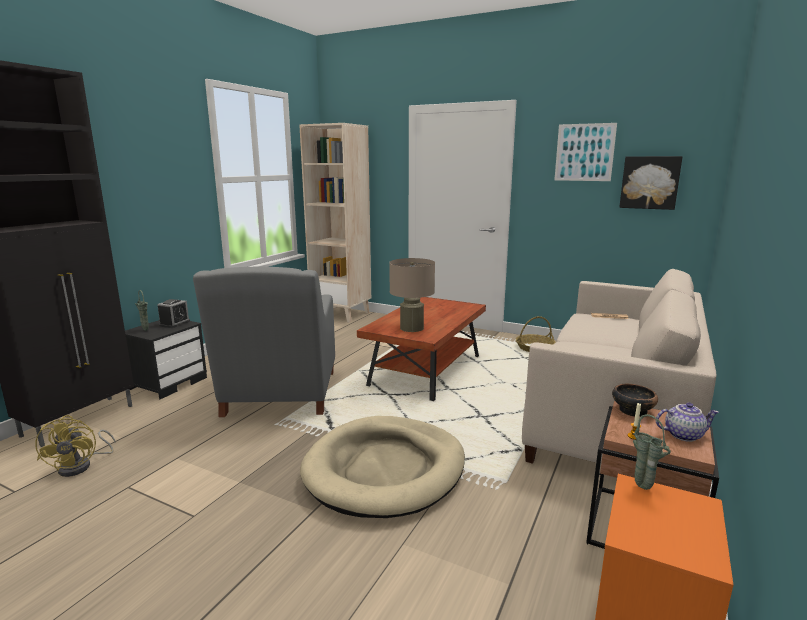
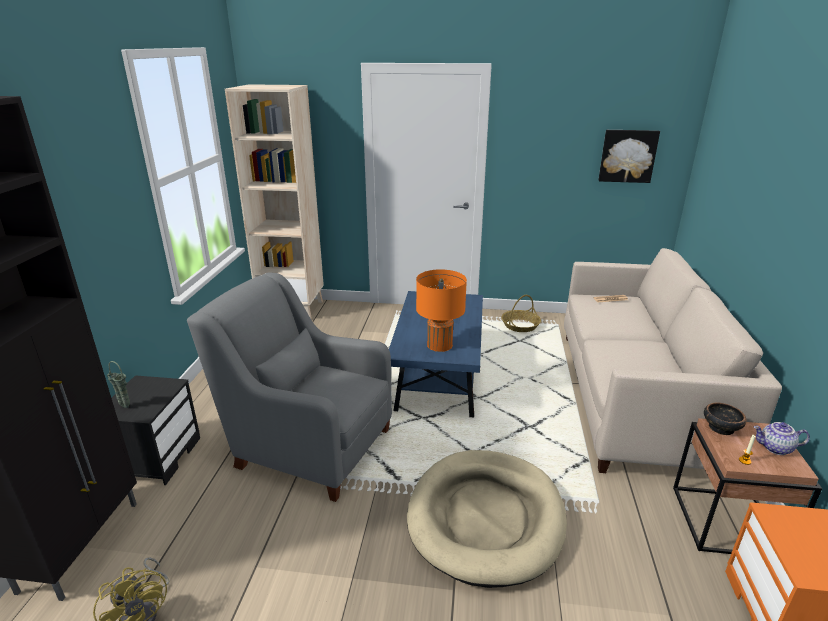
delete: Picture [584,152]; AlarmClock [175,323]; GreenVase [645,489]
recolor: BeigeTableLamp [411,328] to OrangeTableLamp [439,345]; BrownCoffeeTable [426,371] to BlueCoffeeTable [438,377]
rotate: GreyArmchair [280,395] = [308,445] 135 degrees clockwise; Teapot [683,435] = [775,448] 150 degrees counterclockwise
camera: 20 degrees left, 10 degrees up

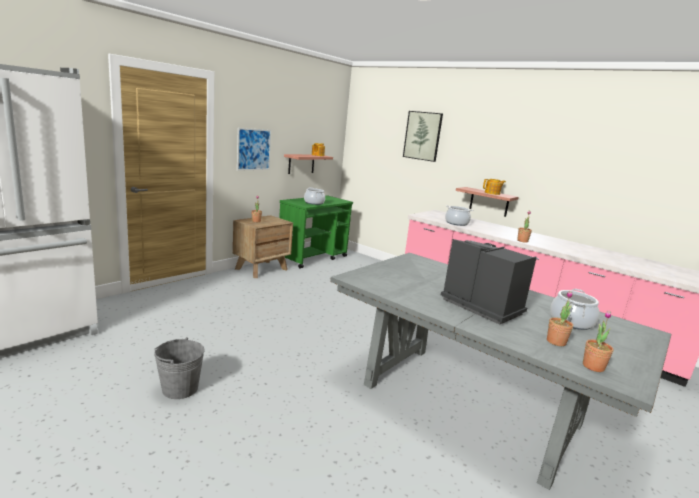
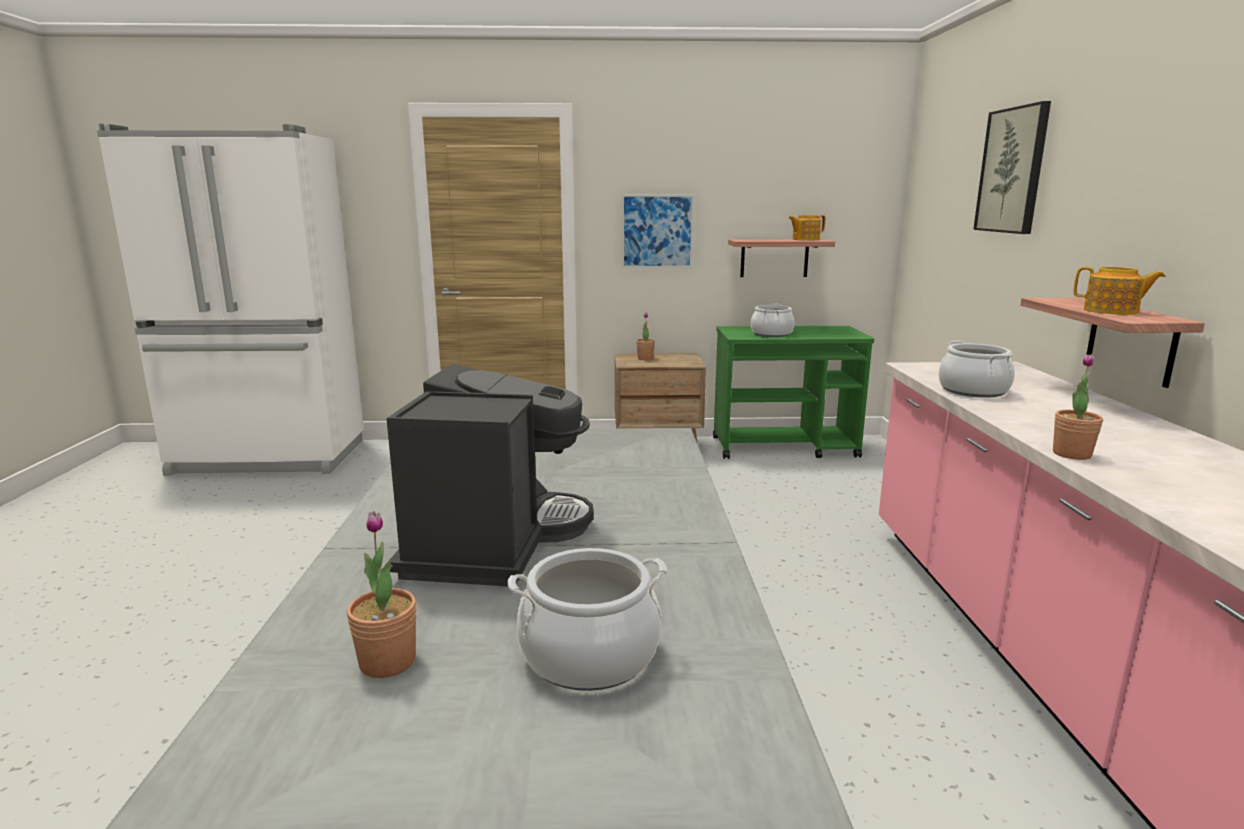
delete: PottedPlant [593,366]; GreyBucket [180,388]
camera: 50 degrees right, 0 degrees up

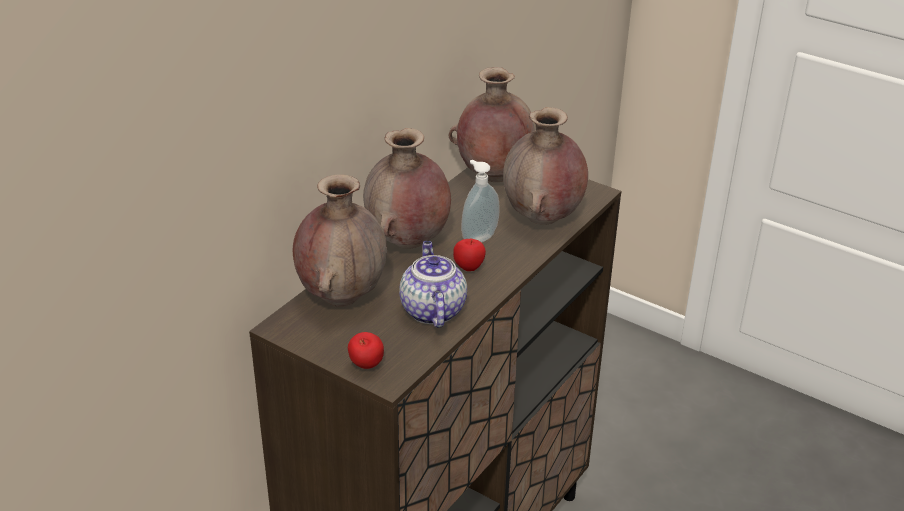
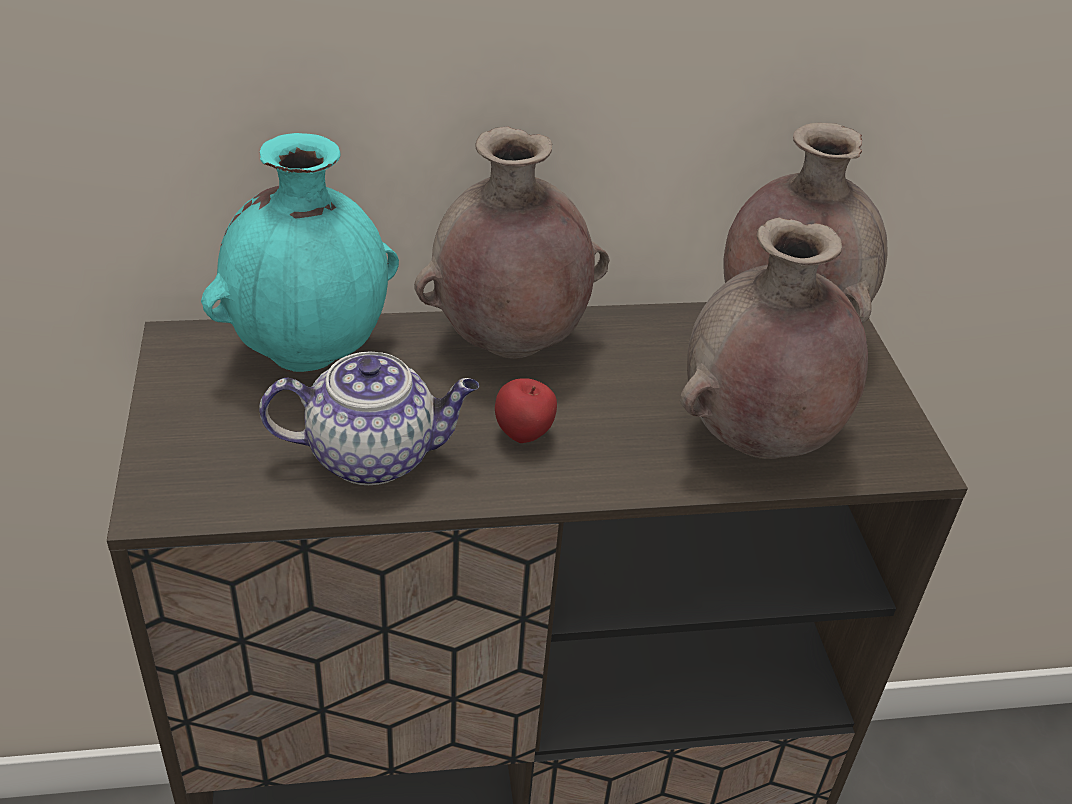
delete: SoapDispenser [478,238]; Apple [366,366]
recolor: BrownVase [342,295] to TurquoiseVase [310,353]
rotate: Teapot [432,310] = [375,455] 45 degrees clockwise
camera: 45 degrees right, 5 degrees up

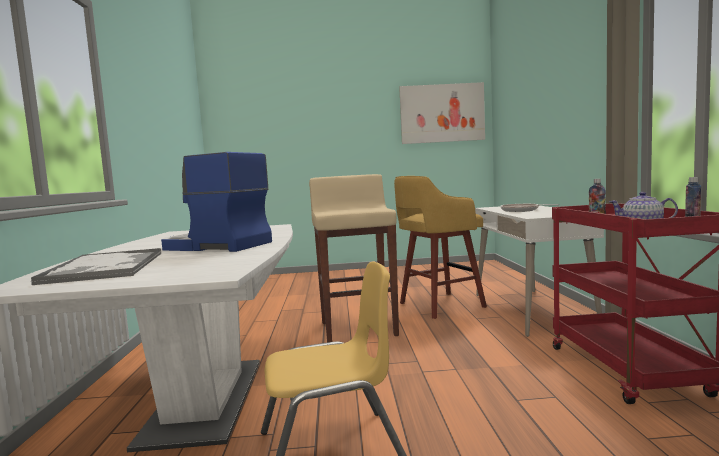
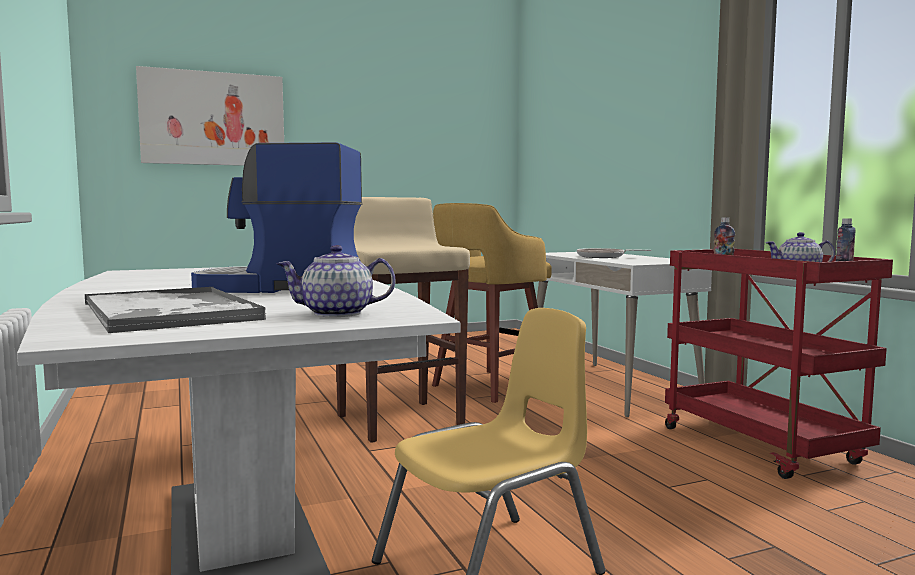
insert: Teapot [338,313]
move: Picture [442,113] to [213,119]
camera: 20 degrees left, 0 degrees up

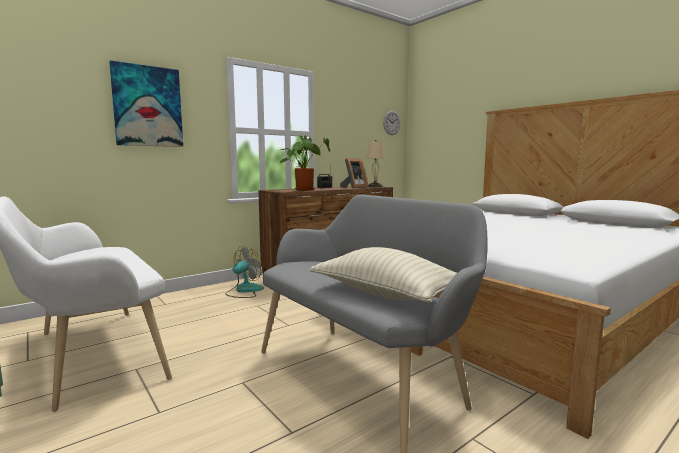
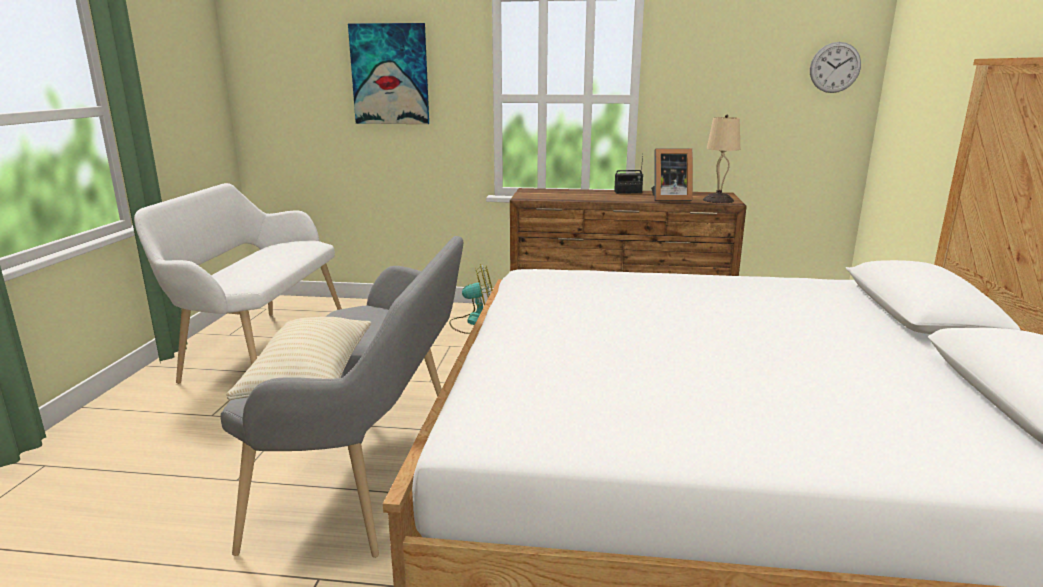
delete: PottedPlant [304,189]
camera: 45 degrees right, 10 degrees up

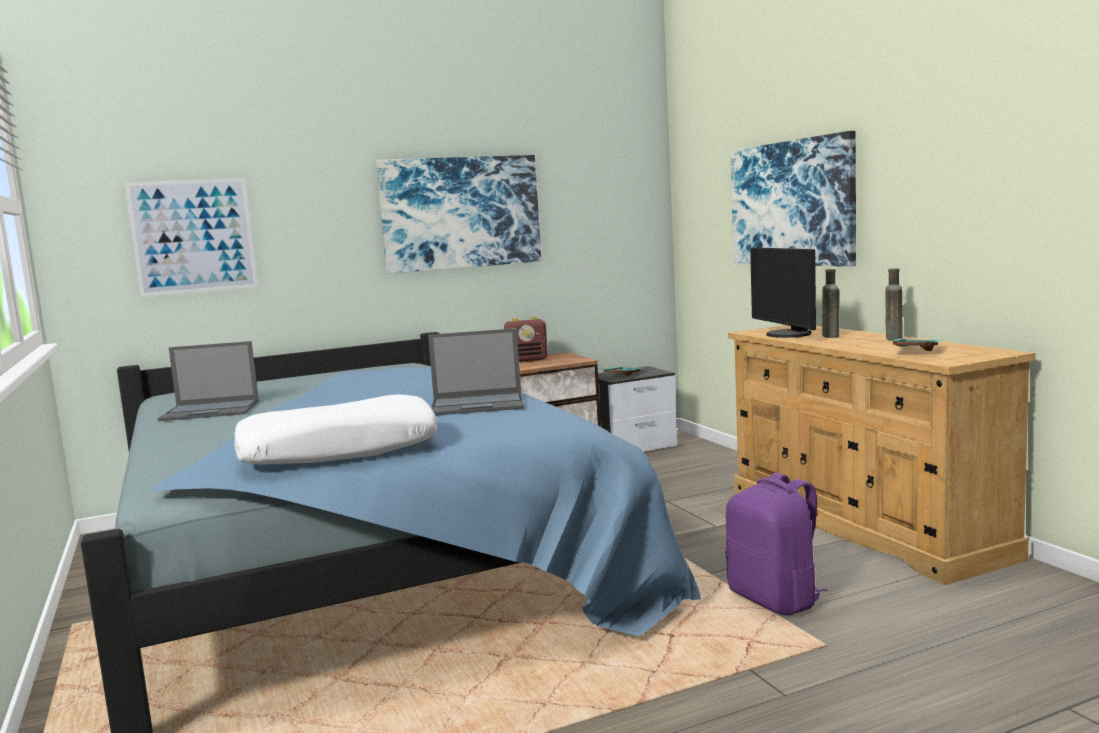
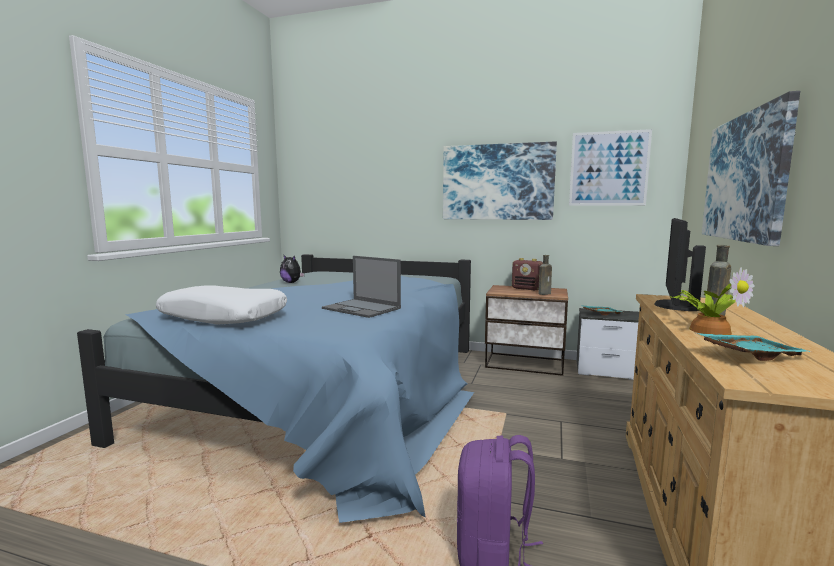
insert: PottedPlant [709,330]
move: Picture [193,236] to [608,168]; BrownBottle [893,338] to [545,293]
replace: Laptop [212,411] to PlushToy [292,282]
camera: 40 degrees right, 0 degrees up

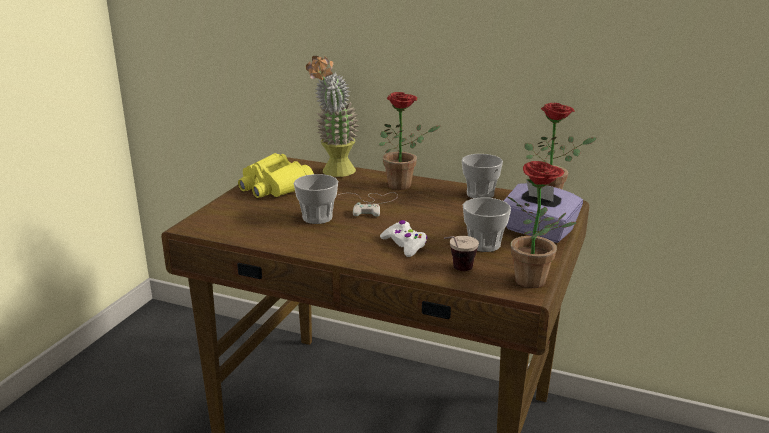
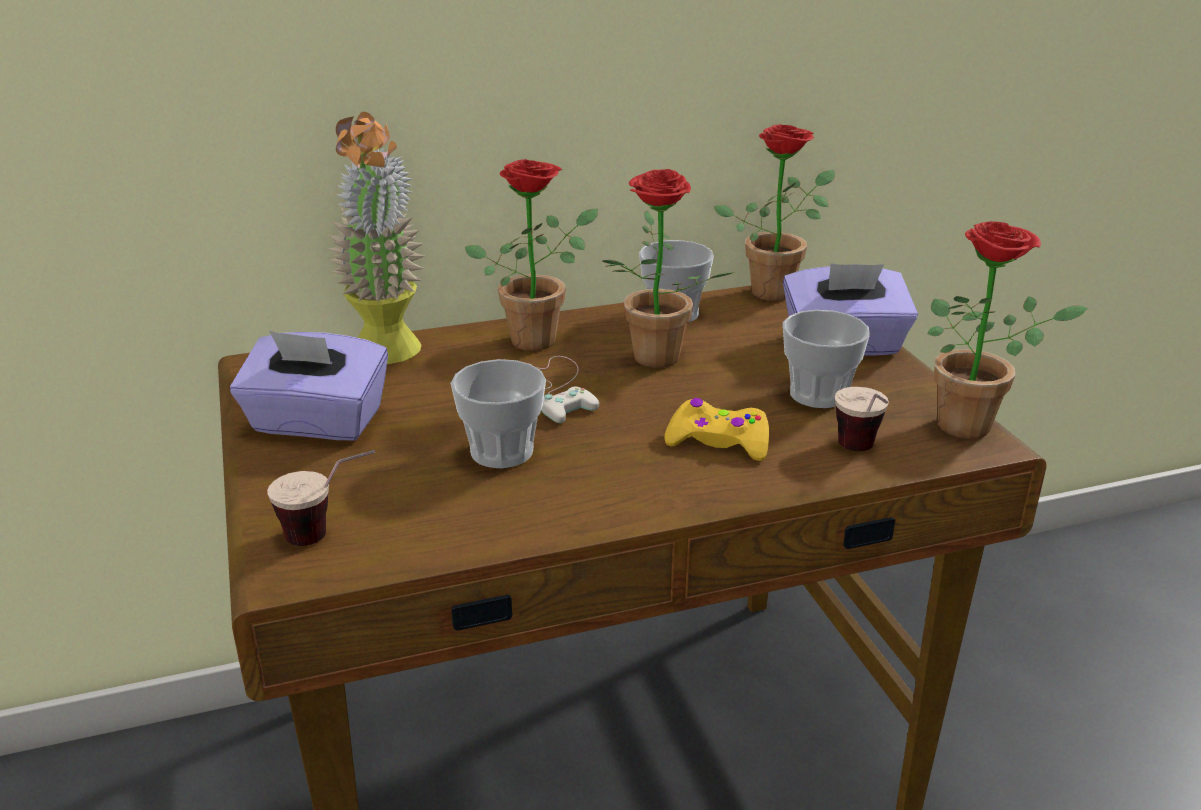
insert: PottedPlant [652,361]; Cup [330,535]
replace: YellowBinoculars [274,187] to PurpleTissueBox [317,423]
recolor: WhiteGameController [404,244] to YellowGameController [718,441]
camera: 40 degrees left, 5 degrees up

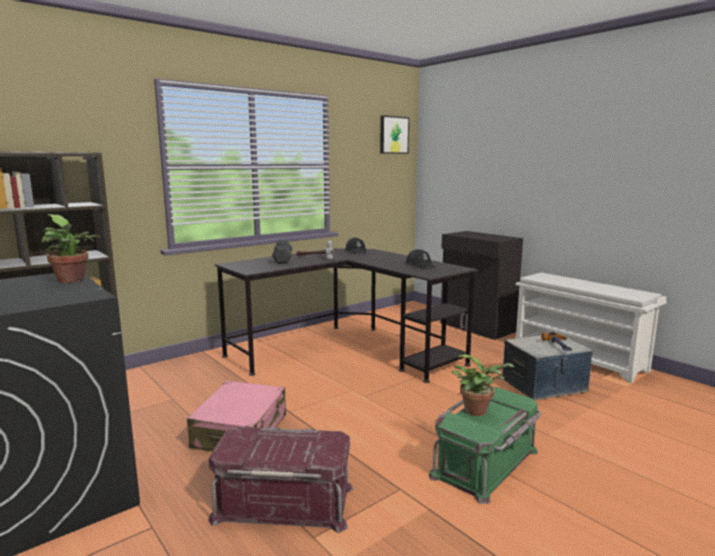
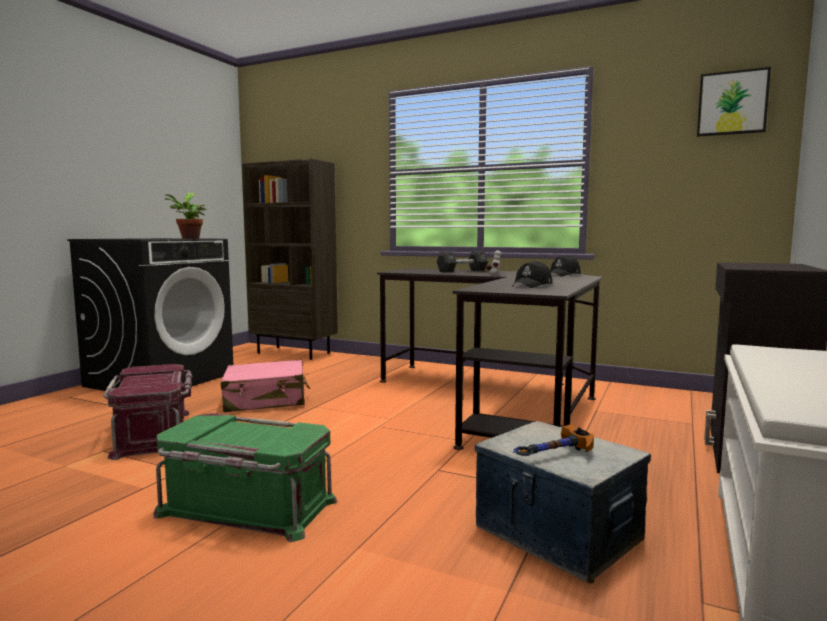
delete: PottedPlant [478,411]
camera: 65 degrees right, 5 degrees down

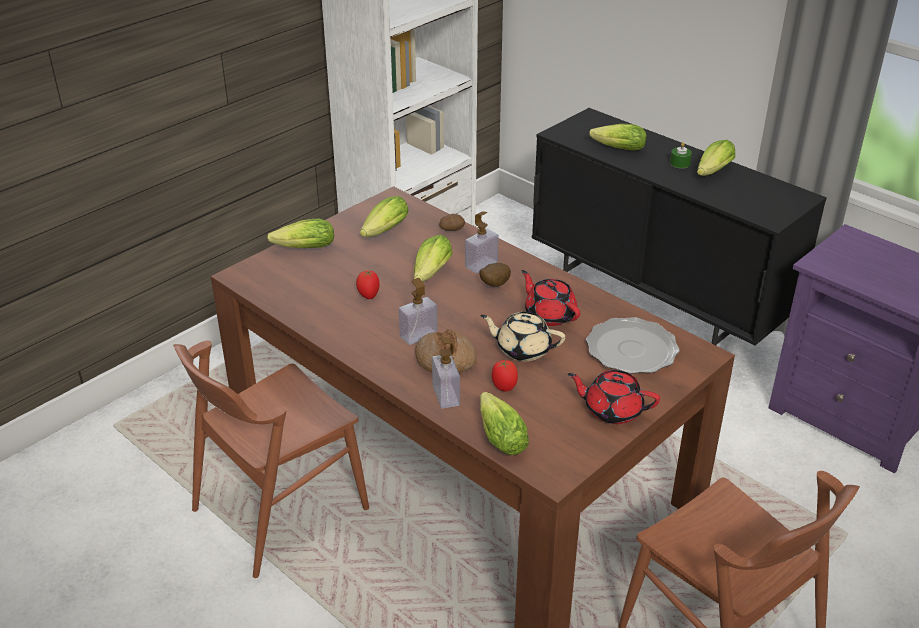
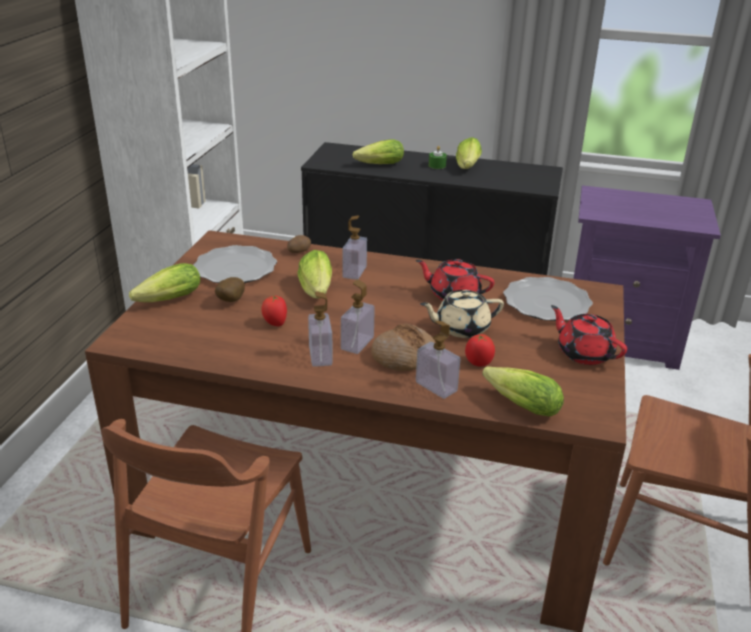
insert: SoapDispenser [320,356]
move: Potato [493,285] to [229,301]
replace: Lettuce [382,232] to Plate [236,268]
rotate: RedTeapot [612,410] = [584,353] 60 degrees clockwise
camera: 30 degrees left, 5 degrees down

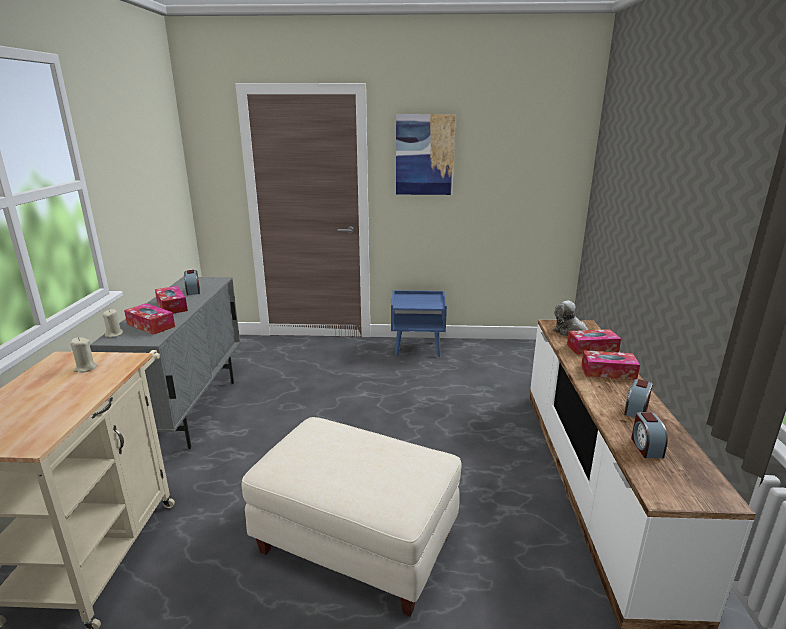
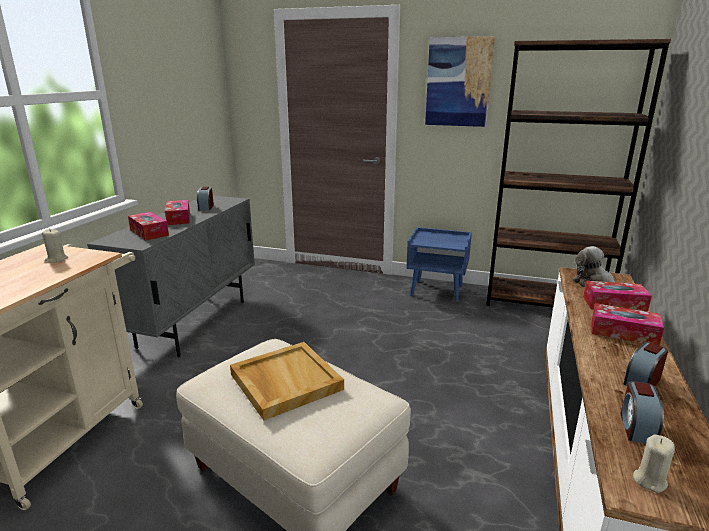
insert: BrownBookcase [545,303]; BeigeTray [285,381]
move: BeigeCandle [114,334] to [649,480]
camera: 15 degrees right, 0 degrees up

